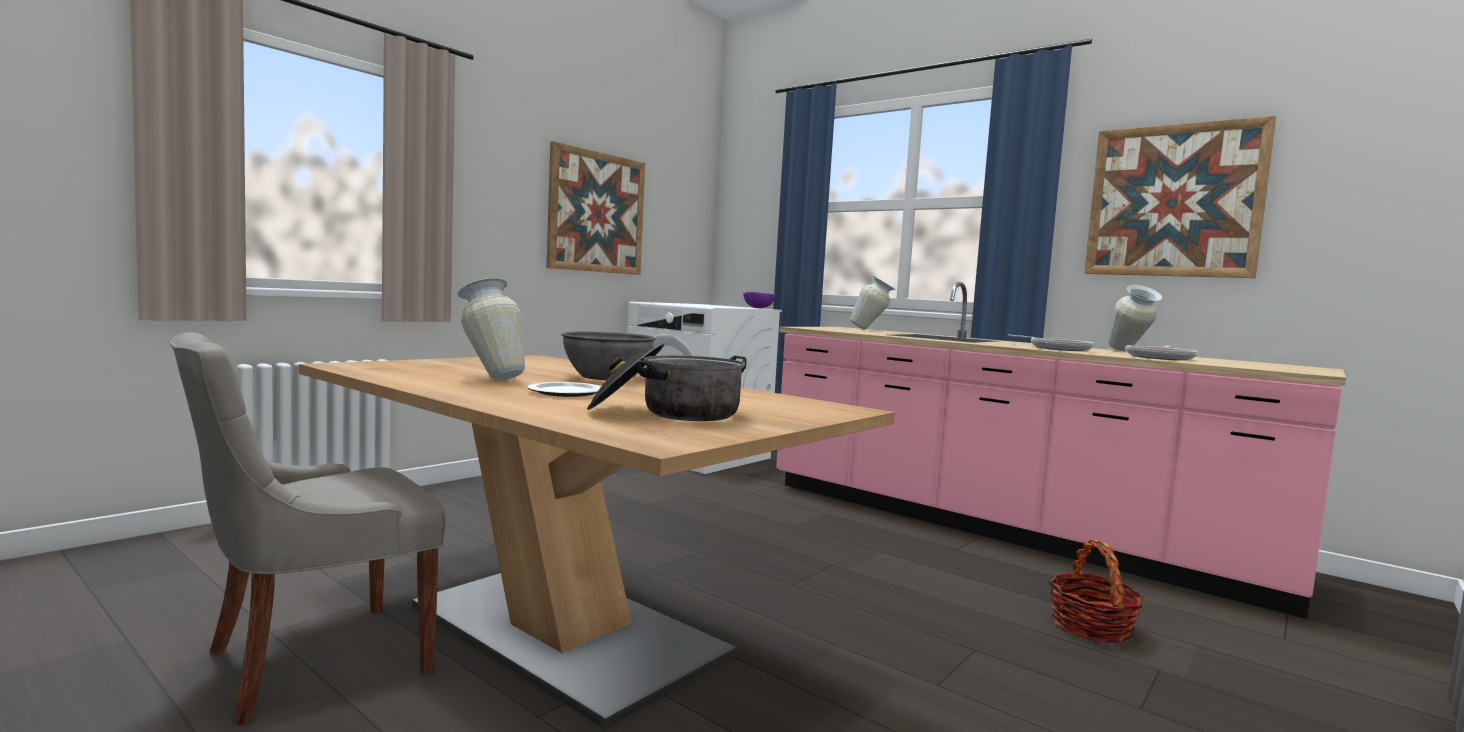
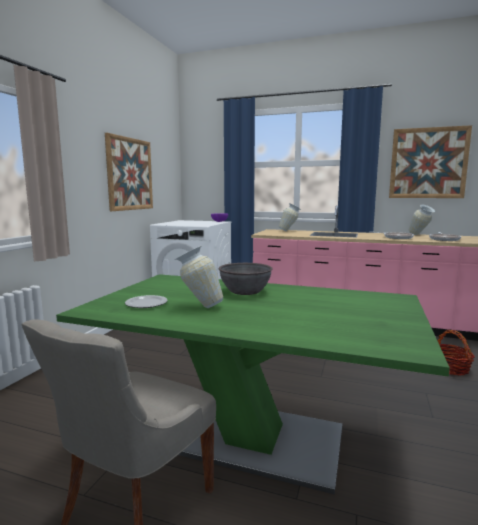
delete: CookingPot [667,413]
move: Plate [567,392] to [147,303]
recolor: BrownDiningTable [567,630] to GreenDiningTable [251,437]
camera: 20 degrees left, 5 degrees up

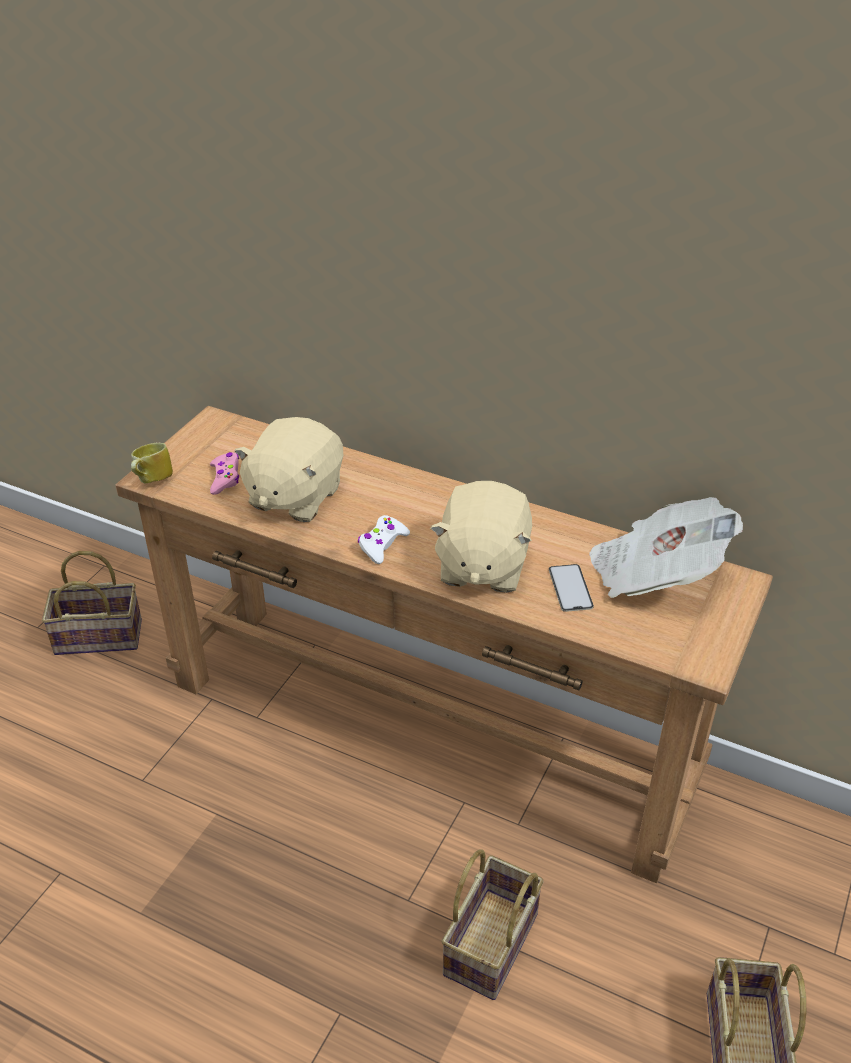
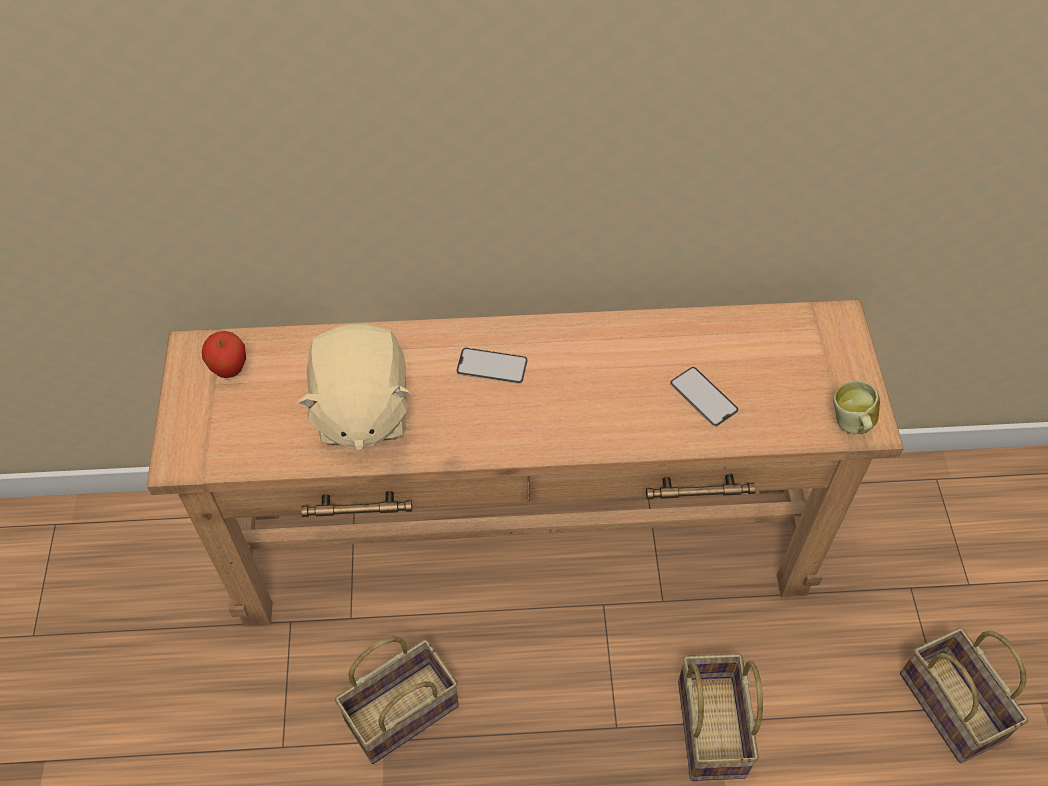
delete: PinkGameController [225,478]; BeigePlushToy [481,566]; Newspaper [655,574]; WhiteGameController [382,544]
insert: Apple [230,370]; Phone [492,366]
move: Mug [152,481] to [851,425]; Basket [101,635] to [403,710]
camera: 30 degrees left, 15 degrees up

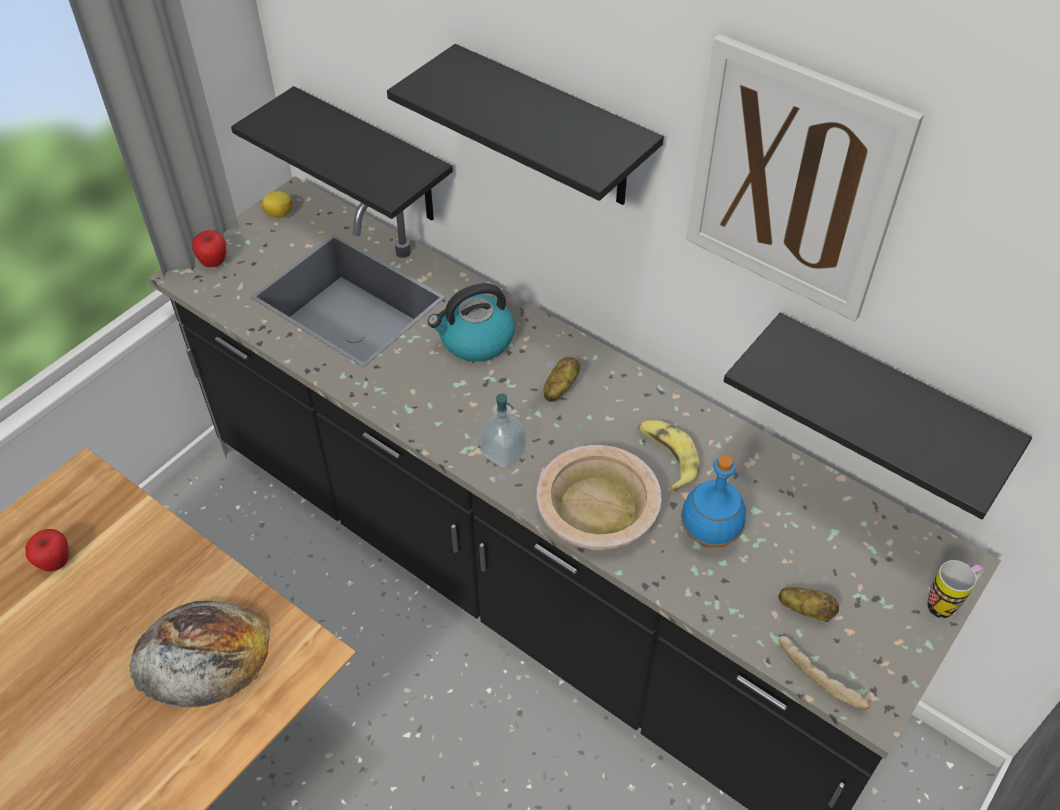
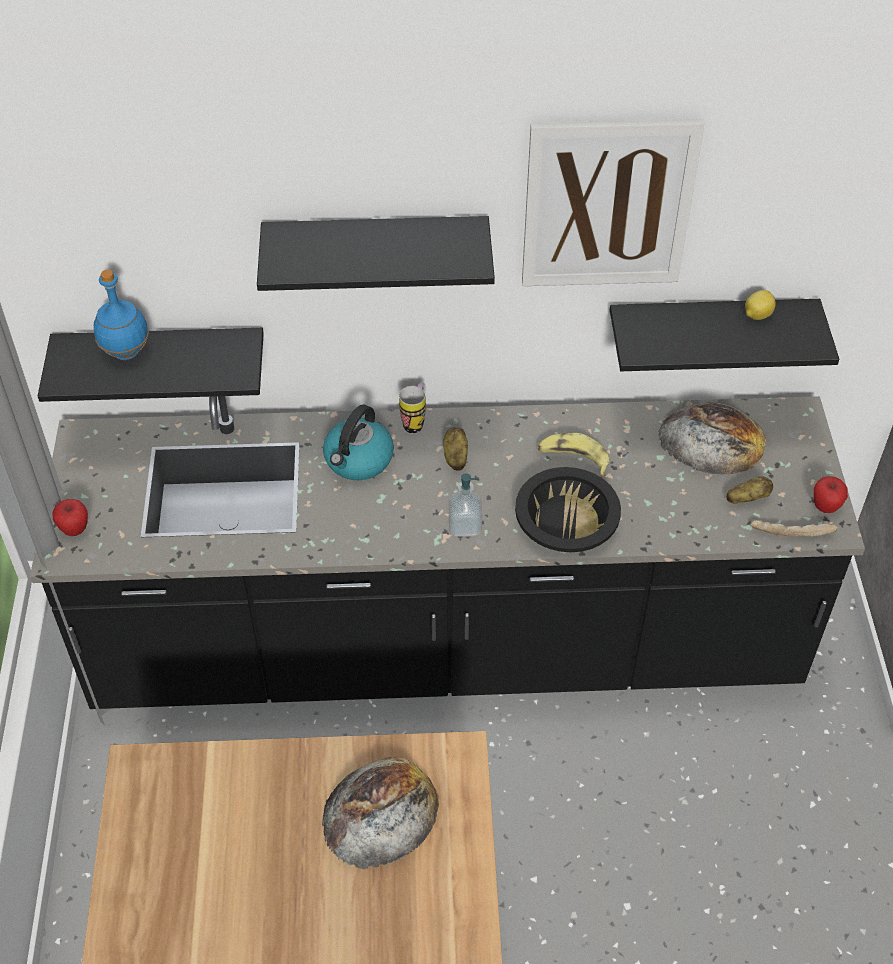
insert: Bread [712,439]
move: Lemon [278,214] to [757,315]; BlueBottle [708,535] to [125,352]; Apple [55,563] to [825,507]; Mug [947,604] to [416,422]
recolor: BeigeBowl [597,511] to BlackBowl [566,522]
camera: 40 degrees left, 0 degrees up

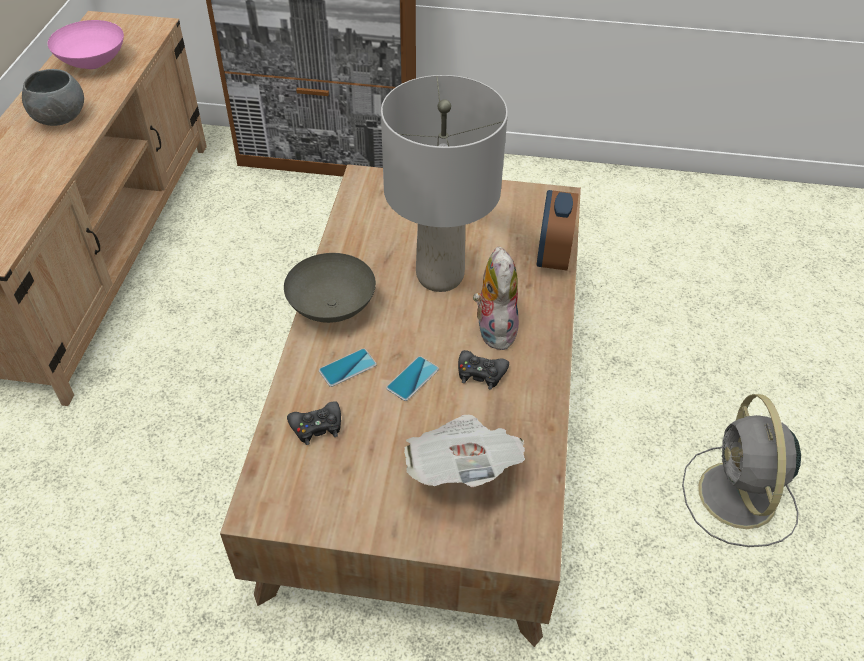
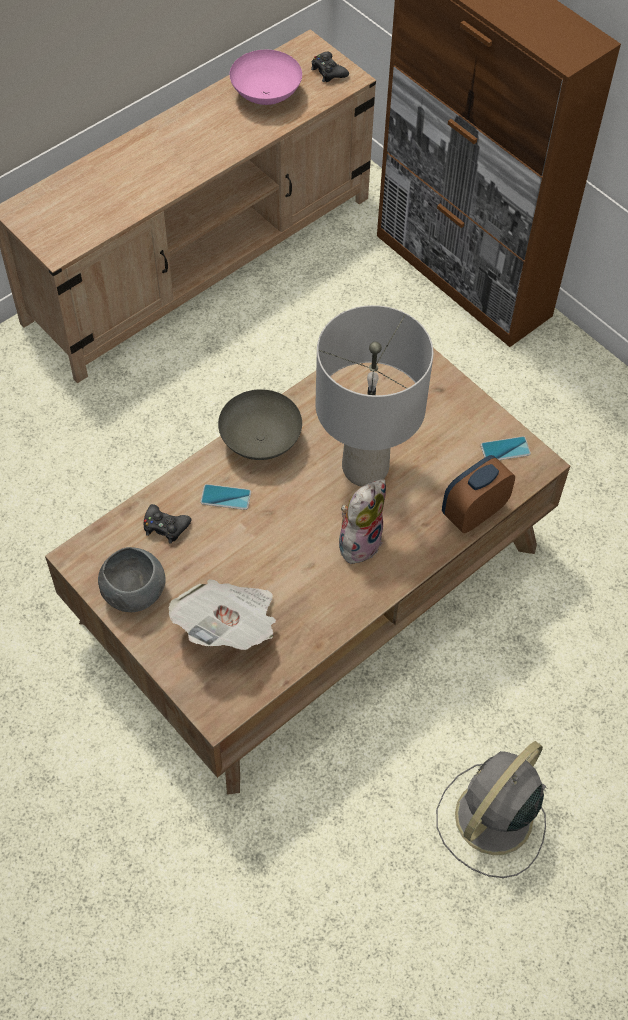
move: GreyBowl [59,118] to [133,592]; BlackGameController [481,373] to [328,71]; Phone [412,379] to [505,449]
camera: 40 degrees right, 10 degrees up

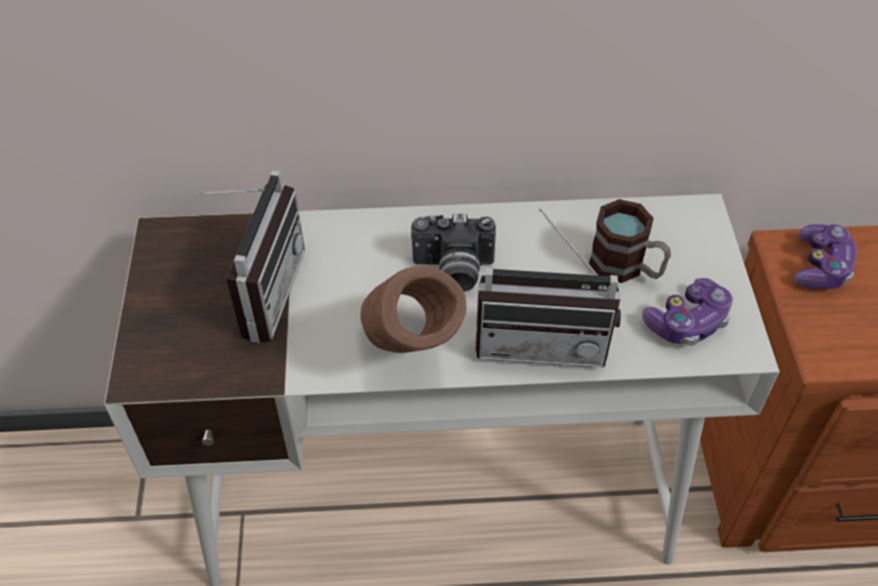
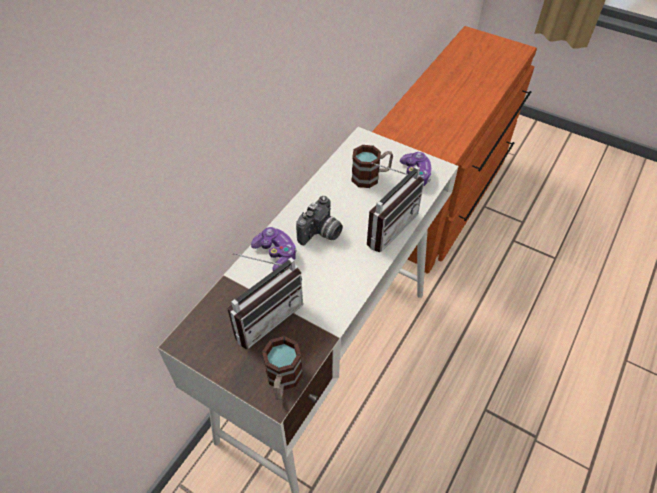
delete: BrownVase [411,360]
insert: Mug [283,381]
move: GameController [820,266] to [276,254]
rotate: Radio [260,290] = [264,315] 90 degrees clockwise
camera: 55 degrees left, 0 degrees up

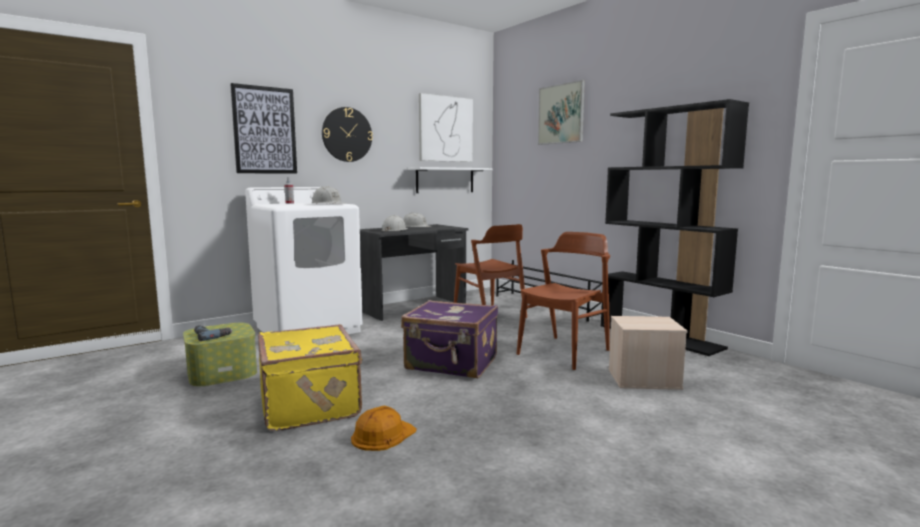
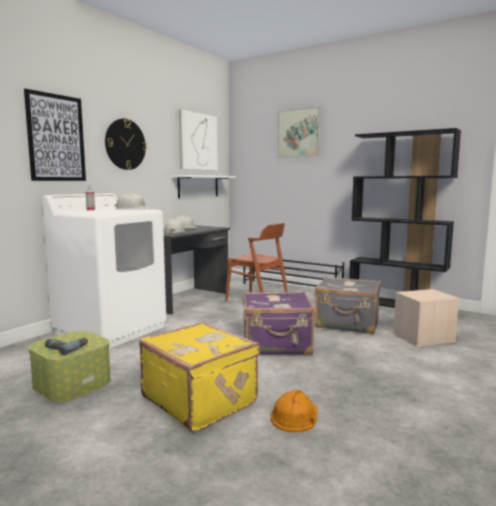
replace: BrownChair [564,352] to GreySuitcase [347,324]
camera: 20 degrees left, 0 degrees up

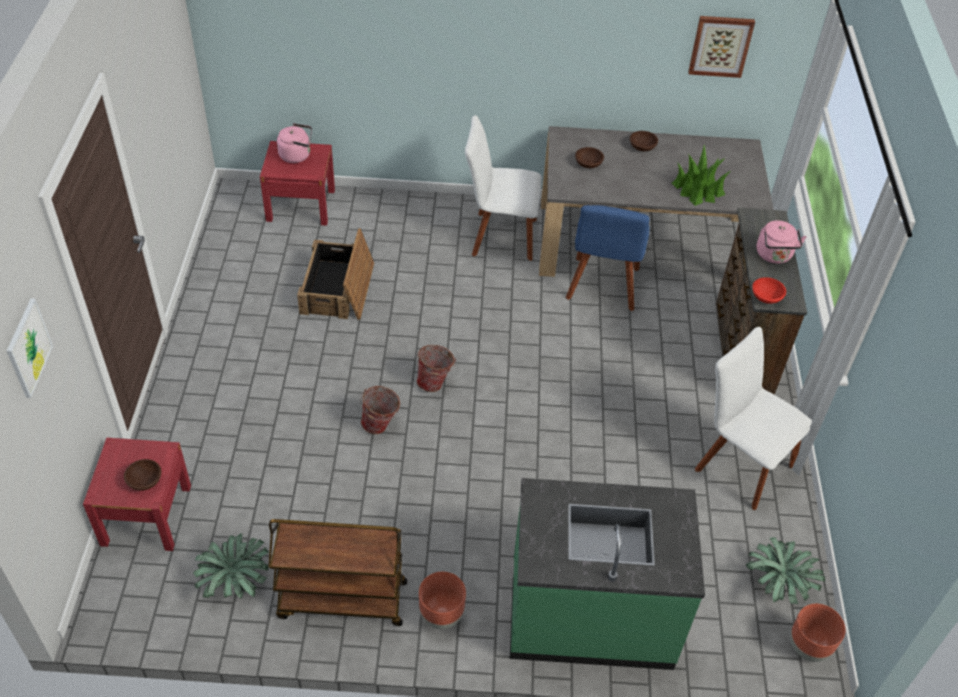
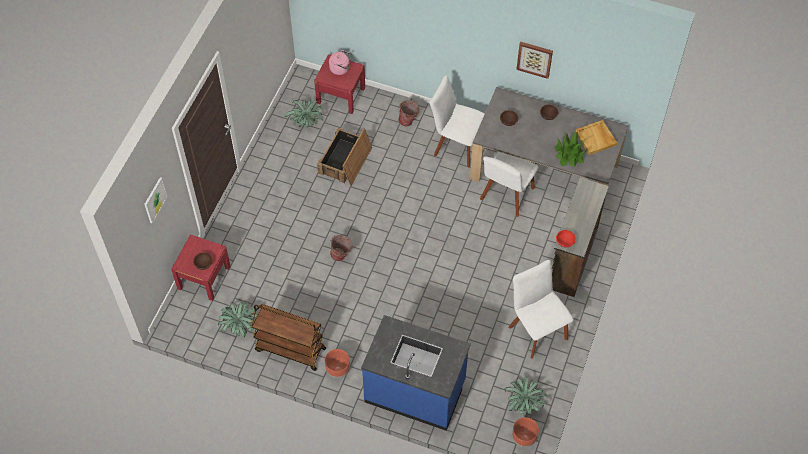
delete: PinkKettle [774,256]
insert: PottedPlant [306,121]; BeigeTray [596,138]
move: Picture [720,45] to [534,59]; Bucket [435,383] to [409,121]
recolor: BlueChair [603,287] to WhiteChair [506,196]; GreenCounter [590,614] to BlueCounter [415,391]
camera: 20 degrees right, 10 degrees up

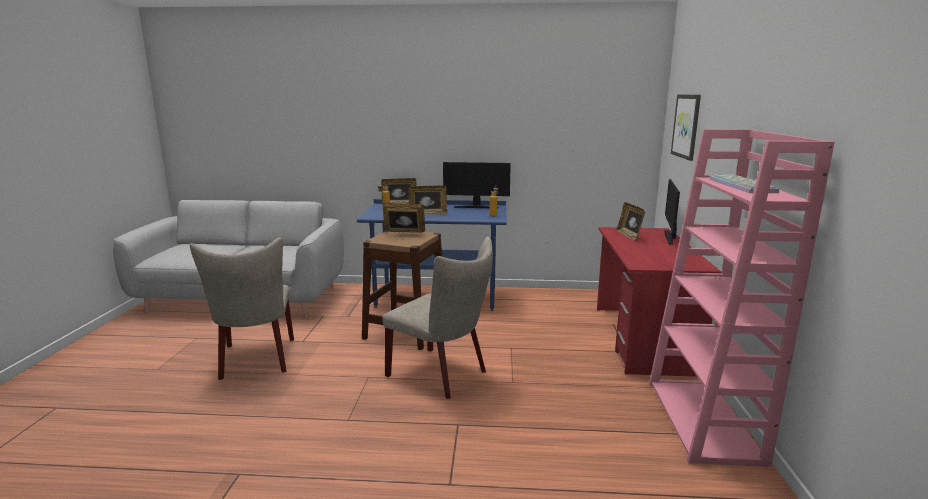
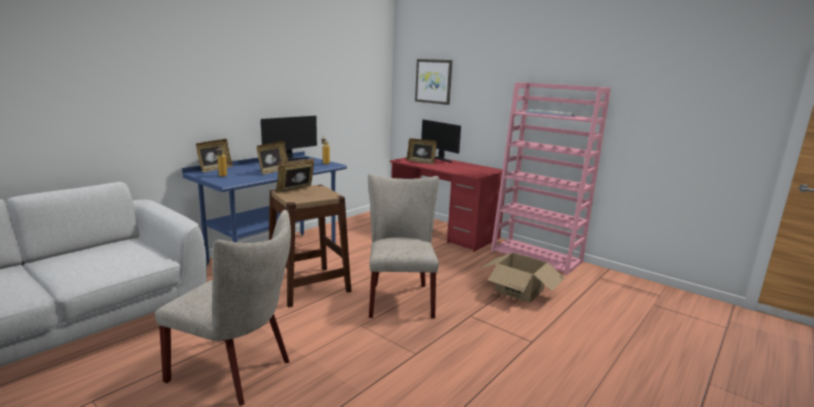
insert: CardboardBox [519,290]
rotate: BeigeChair [442,374] = [400,297] 75 degrees counterclockwise
camera: 55 degrees left, 0 degrees up

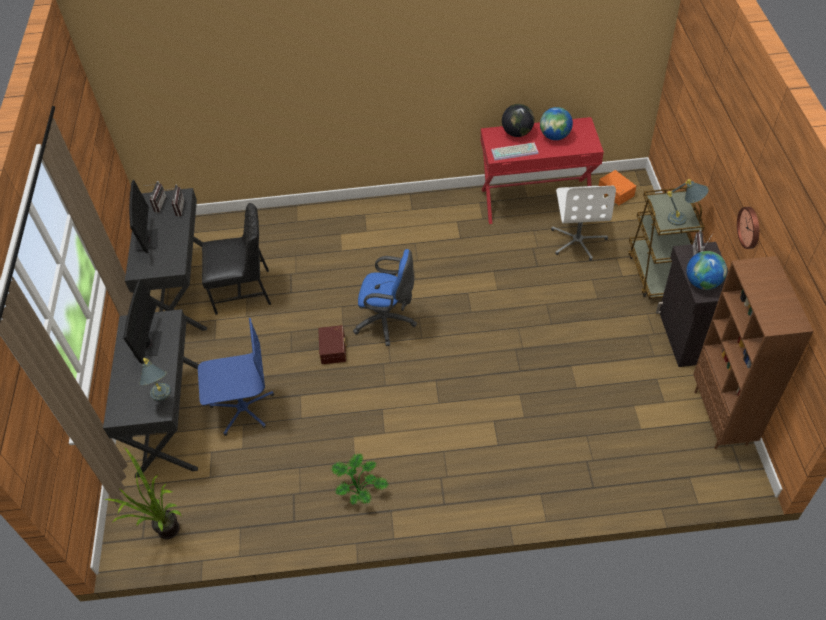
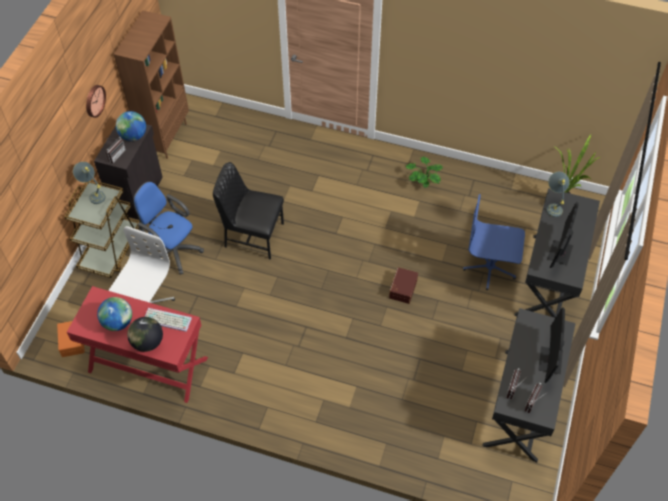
move: BlackChair [244,291] to [253,235]; BlueOfficeChair [388,322] to [172,250]
camera: 160 degrees left, 5 degrees up

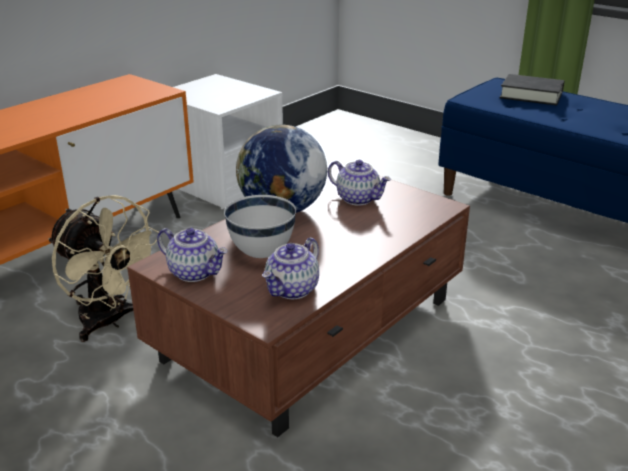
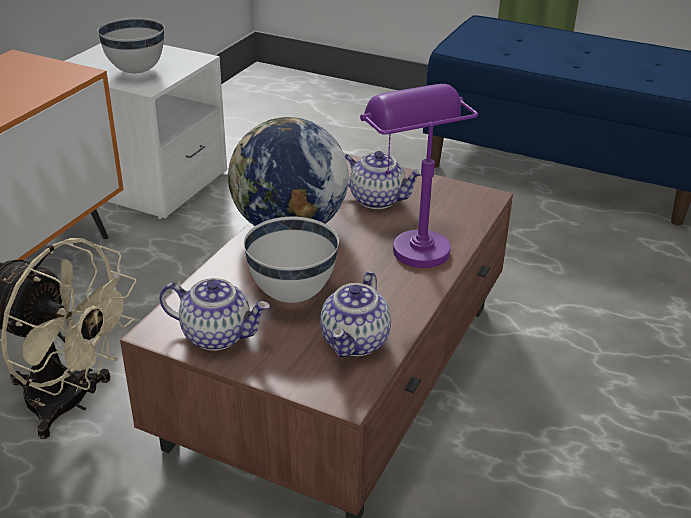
delete: BlackBook [531,95]
insert: WhiteBowl [135,71]; PurpleTableLamp [409,242]
camera: 15 degrees left, 5 degrees up

